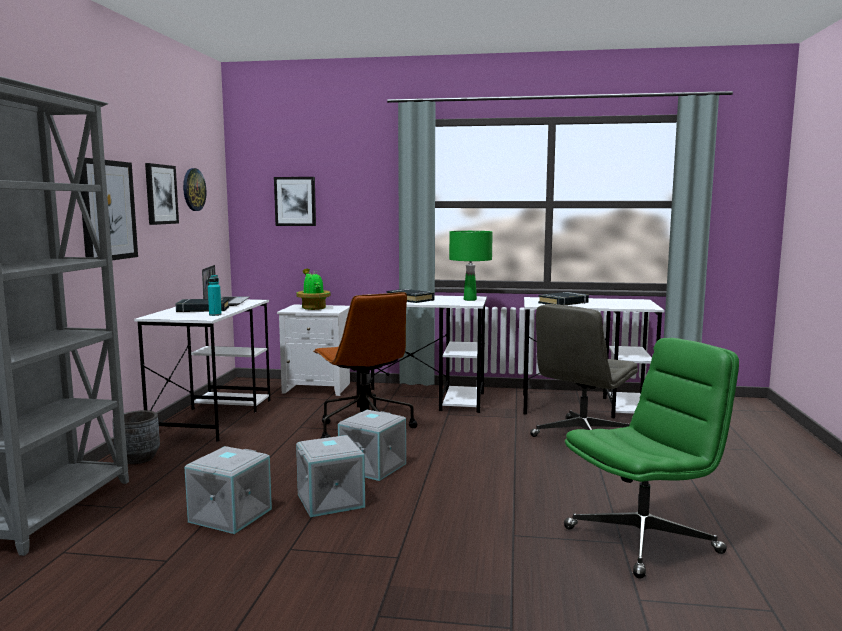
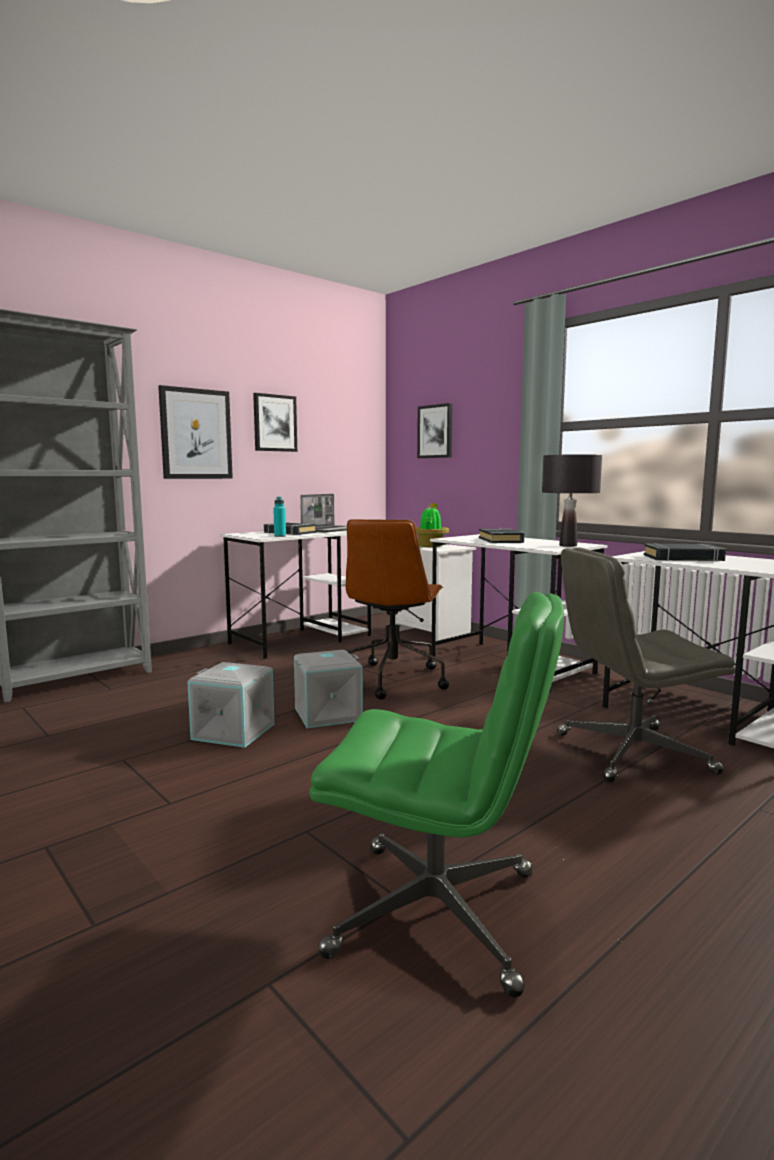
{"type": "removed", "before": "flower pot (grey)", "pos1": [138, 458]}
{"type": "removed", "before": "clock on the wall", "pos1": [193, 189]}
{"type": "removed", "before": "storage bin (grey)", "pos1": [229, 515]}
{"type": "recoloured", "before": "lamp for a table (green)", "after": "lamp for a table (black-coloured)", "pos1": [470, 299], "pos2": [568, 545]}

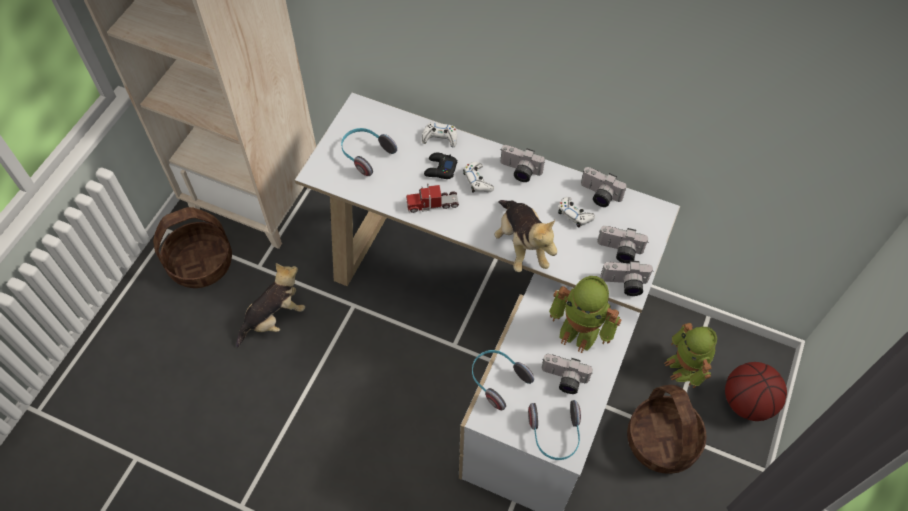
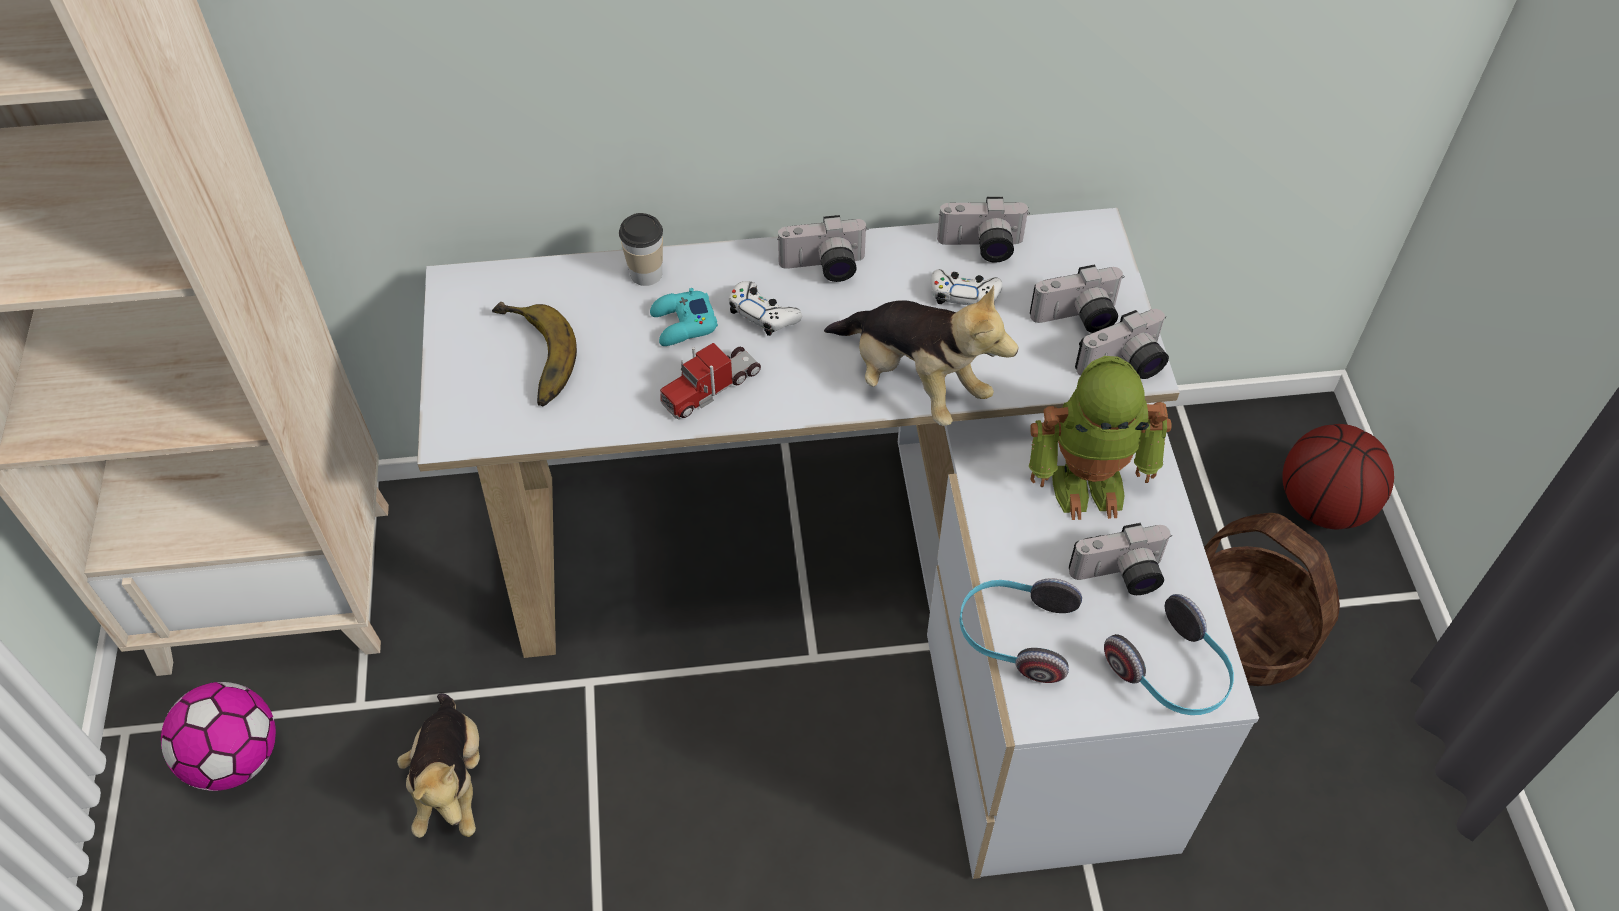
{"type": "replaced", "before": "basket", "after": "ball for football", "pos1": [200, 263], "pos2": [235, 758]}
{"type": "turned", "before": "soft toy", "pos1": [274, 318], "pos2": [451, 782], "turn": 150}
{"type": "replaced", "before": "pair of headphones", "after": "banana", "pos1": [366, 154], "pos2": [528, 359]}
{"type": "replaced", "before": "joypad (white)", "after": "drinking cup", "pos1": [440, 138], "pos2": [646, 273]}
{"type": "recoloured", "before": "joypad (black-coloured)", "after": "joypad (turquoise-coloured)", "pos1": [440, 169], "pos2": [683, 324]}
{"type": "removed", "before": "toy robot", "pos1": [686, 367]}

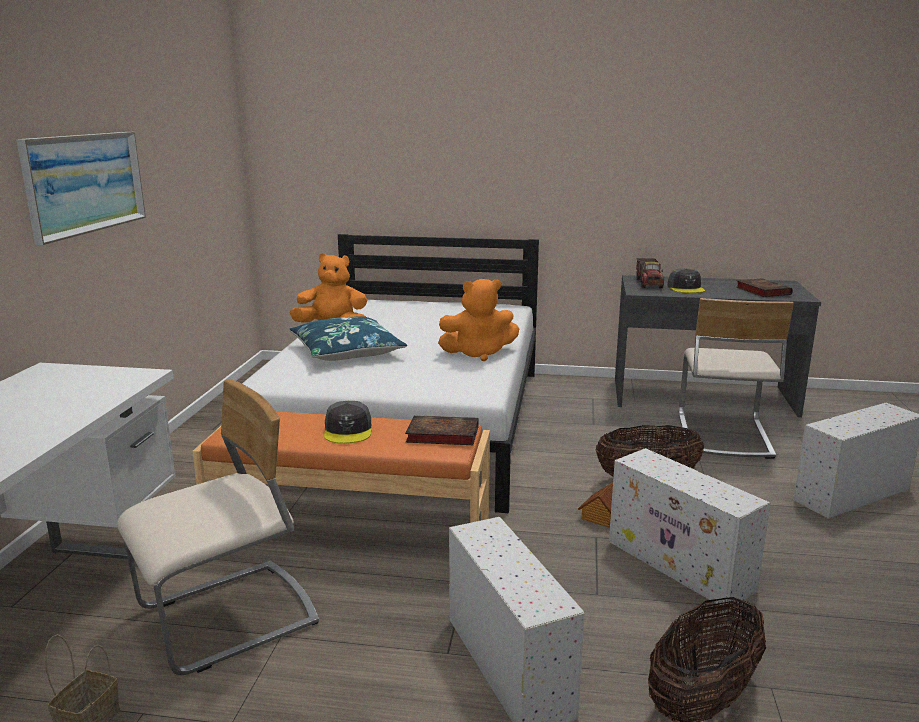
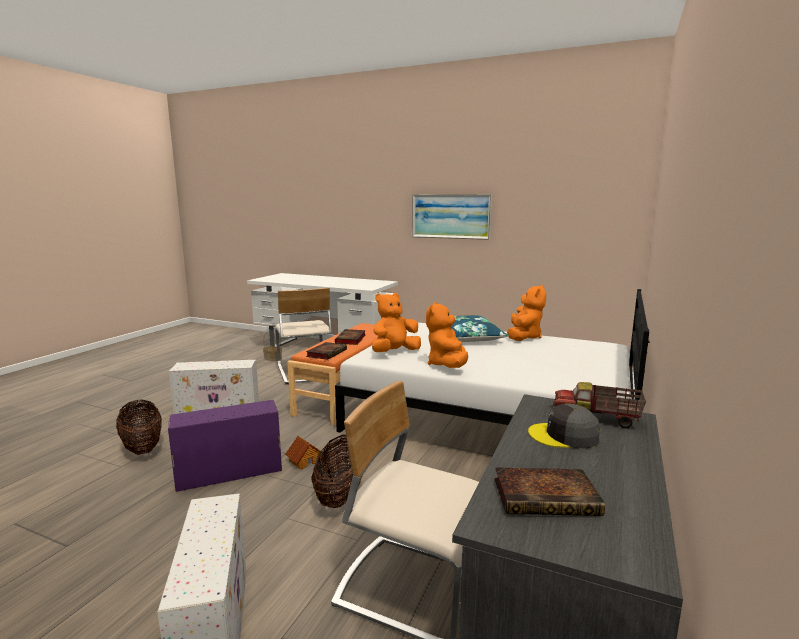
{"type": "replaced", "before": "baseball cap (grey)", "after": "bound book", "pos1": [348, 430], "pos2": [350, 339]}
{"type": "recoloured", "before": "storage bin (white)", "after": "storage bin (purplish)", "pos1": [681, 566], "pos2": [228, 473]}
{"type": "added", "after": "soft toy (orangey)", "pos2": [394, 352]}

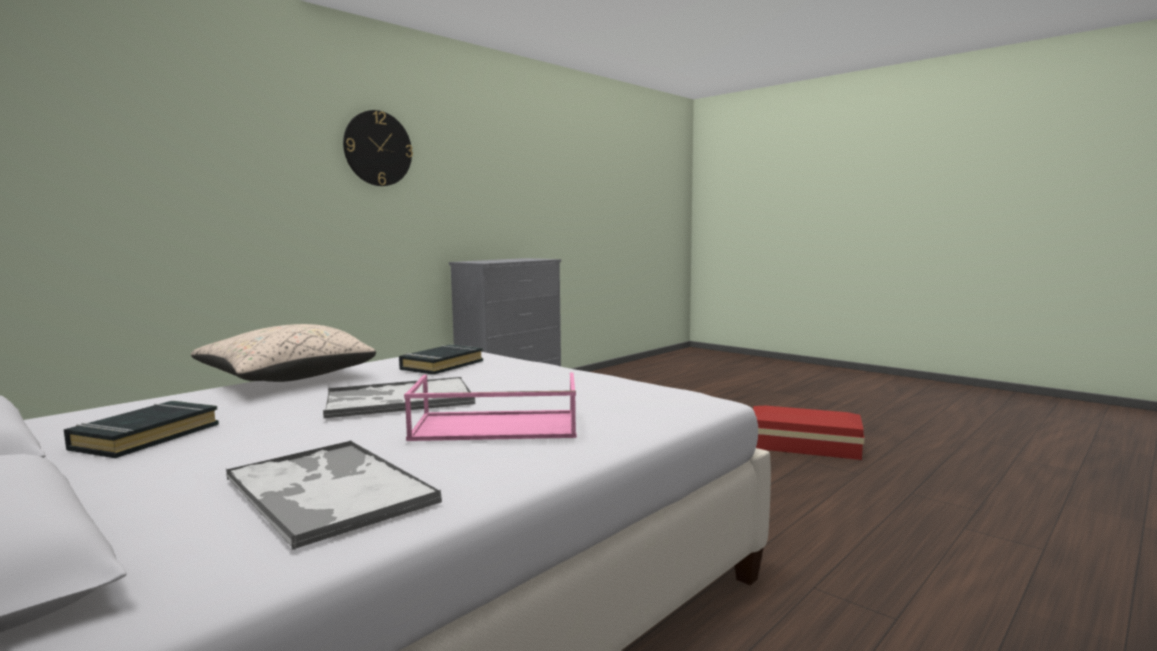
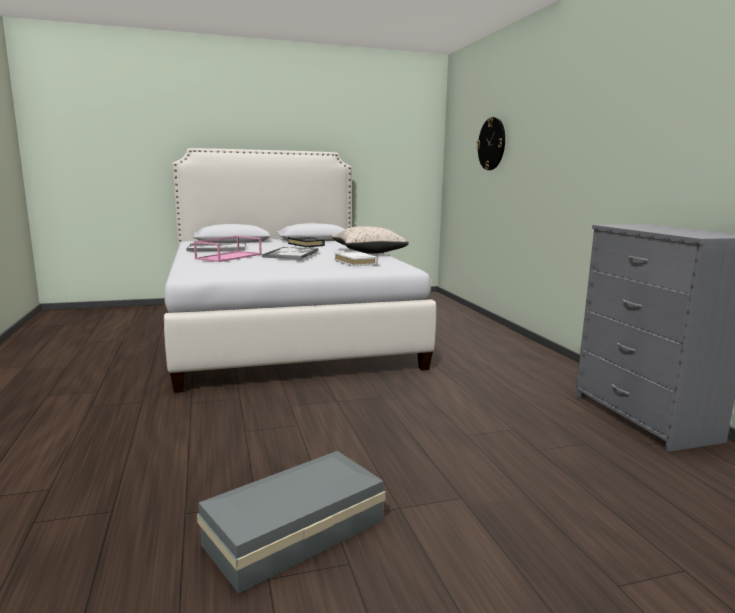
{"type": "moved", "before": "clock on the wall", "pos1": [378, 148], "pos2": [492, 144]}
{"type": "recoloured", "before": "bound book (black-coloured)", "after": "bound book (white)", "pos1": [441, 365], "pos2": [356, 262]}
{"type": "recoloured", "before": "storage bin (reddish)", "after": "storage bin (grey)", "pos1": [805, 446], "pos2": [291, 532]}

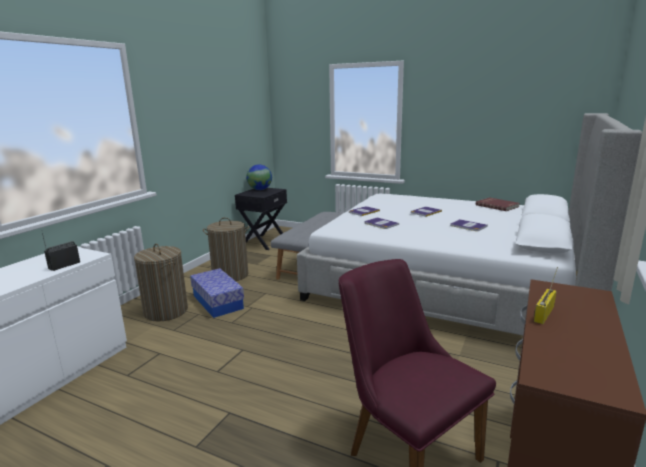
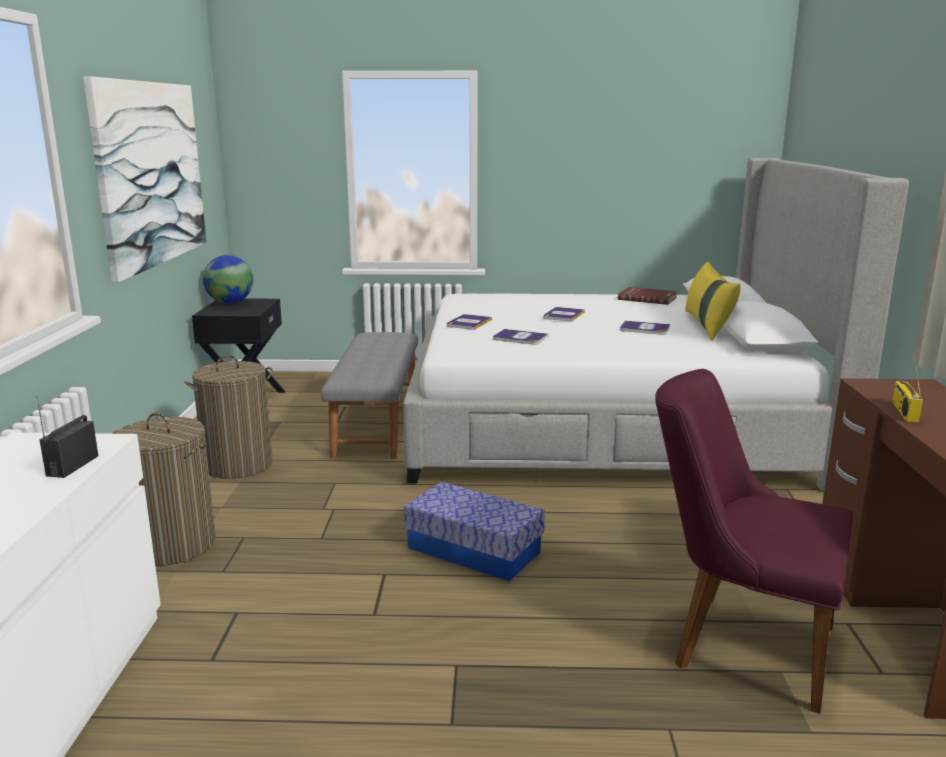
{"type": "moved", "before": "storage bin", "pos1": [218, 302], "pos2": [474, 550]}
{"type": "added", "after": "picture", "pos2": [151, 173]}
{"type": "added", "after": "throw pillow (yellowish)", "pos2": [707, 326]}

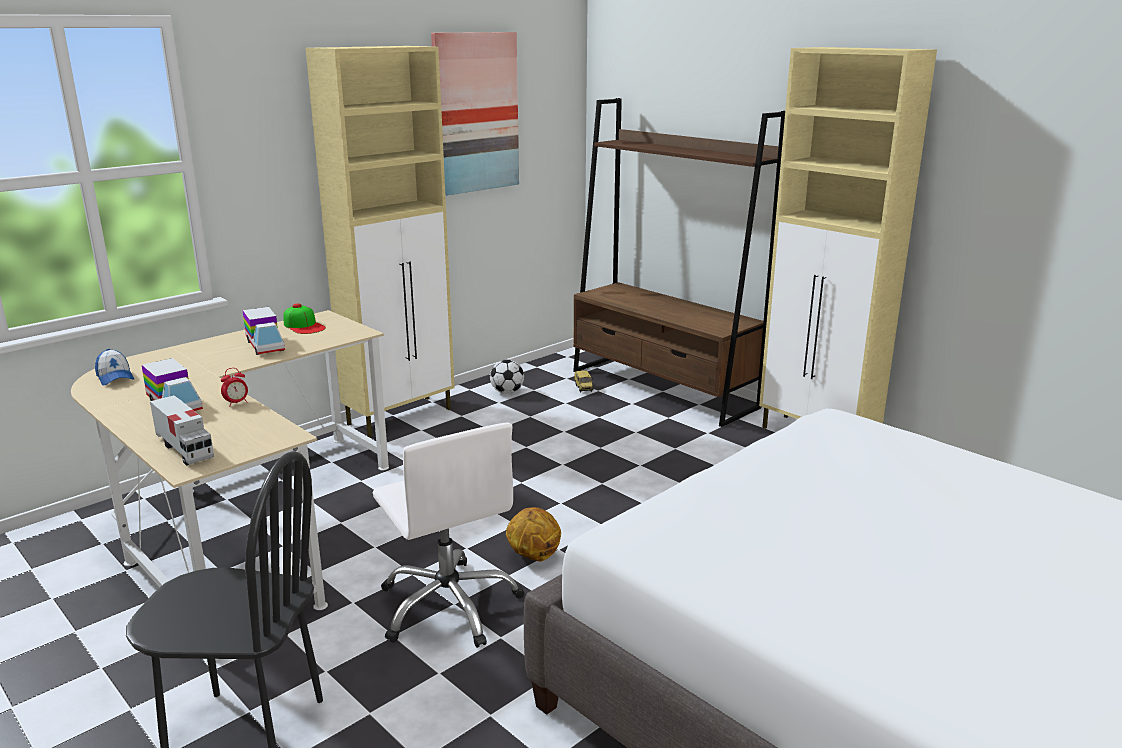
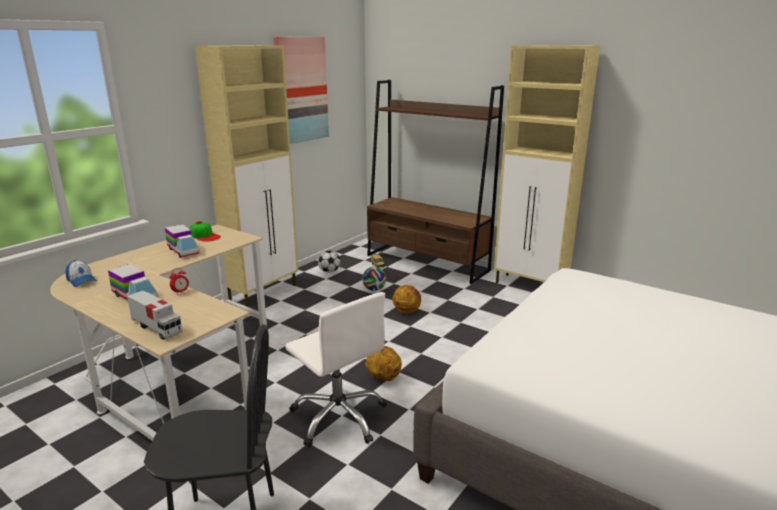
{"type": "added", "after": "ball for football", "pos2": [374, 289]}
{"type": "added", "after": "basketball", "pos2": [407, 311]}

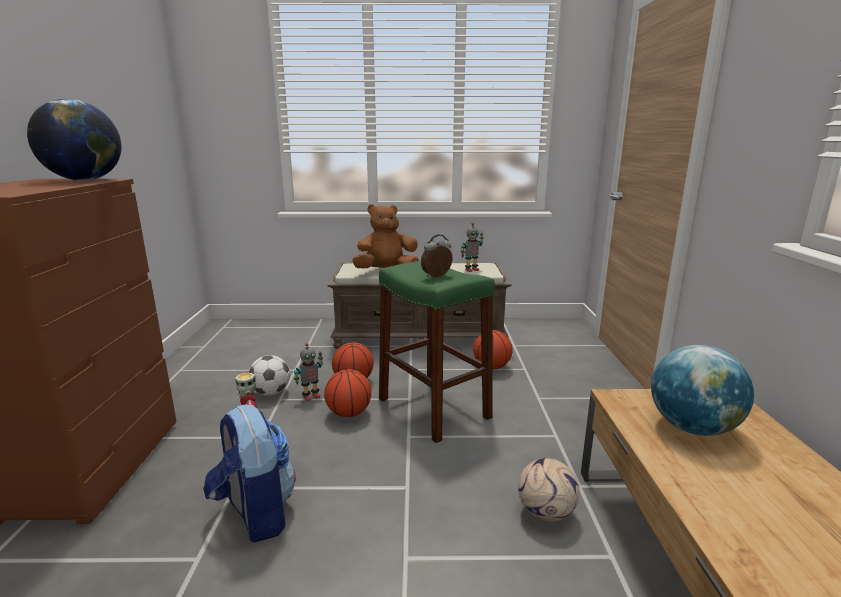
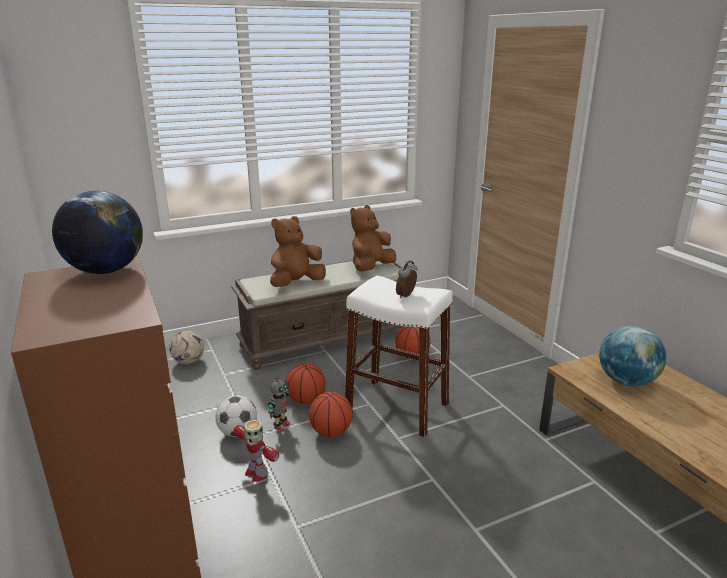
{"type": "removed", "before": "rucksack", "pos1": [255, 514]}
{"type": "recoloured", "before": "stool (green)", "after": "stool (white)", "pos1": [433, 408], "pos2": [397, 407]}
{"type": "replaced", "before": "toy robot", "after": "soft toy (brown)", "pos1": [471, 270], "pos2": [371, 268]}
{"type": "moved", "before": "ball for football", "pos1": [546, 512], "pos2": [189, 361]}

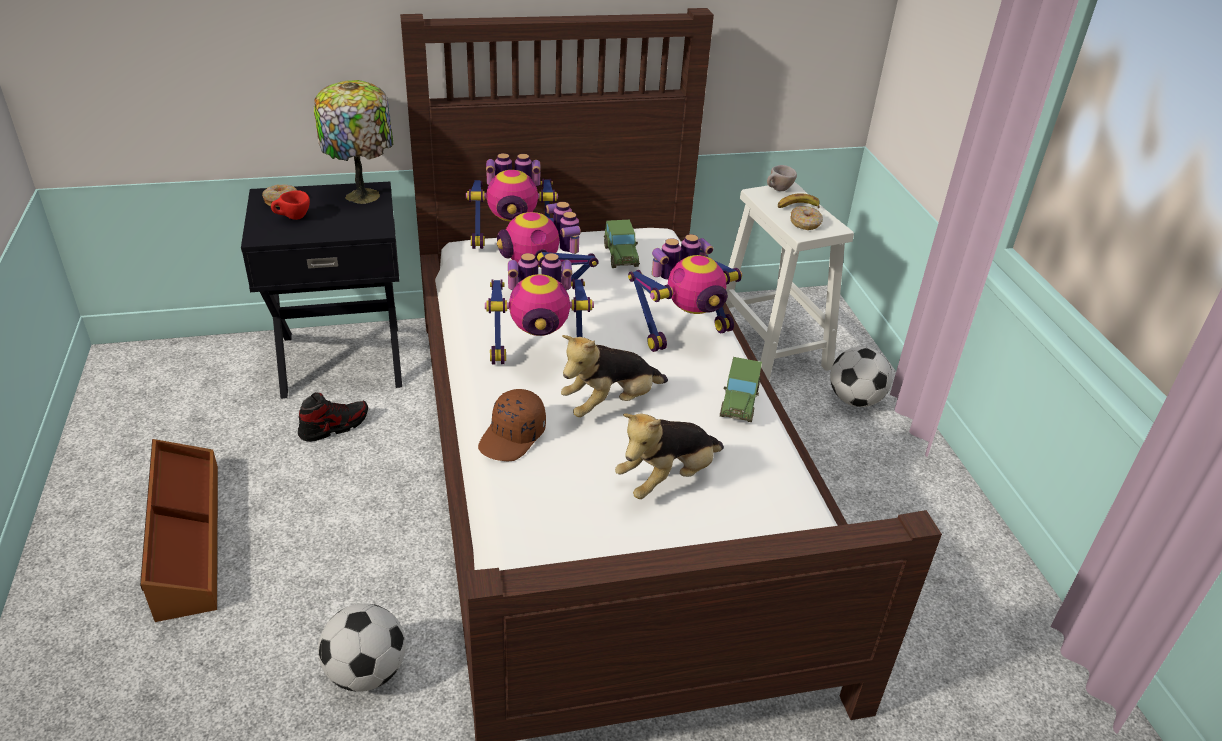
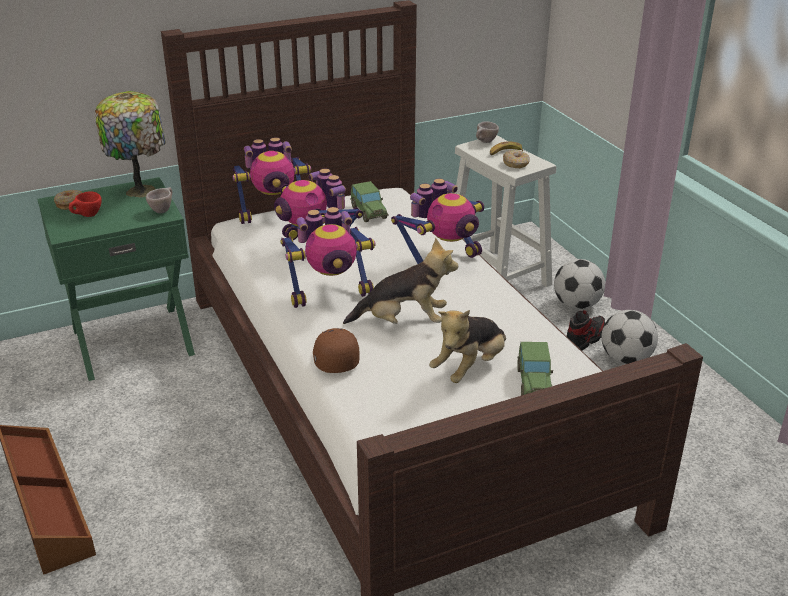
{"type": "recoloured", "before": "nightstand (black-coloured)", "after": "nightstand (green)", "pos1": [342, 358], "pos2": [132, 340]}
{"type": "moved", "before": "item of footwear", "pos1": [334, 426], "pos2": [584, 339]}
{"type": "moved", "before": "ball for football", "pos1": [366, 672], "pos2": [625, 359]}
{"type": "turned", "before": "baseball cap (brown)", "pos1": [513, 437], "pos2": [334, 358], "turn": 150}
{"type": "turned", "before": "soft toy", "pos1": [610, 404], "pos2": [403, 322], "turn": -135}
{"type": "moved", "before": "model car", "pos1": [739, 403], "pos2": [533, 383]}
{"type": "added", "after": "drinking cup (beige)", "pos2": [163, 210]}

